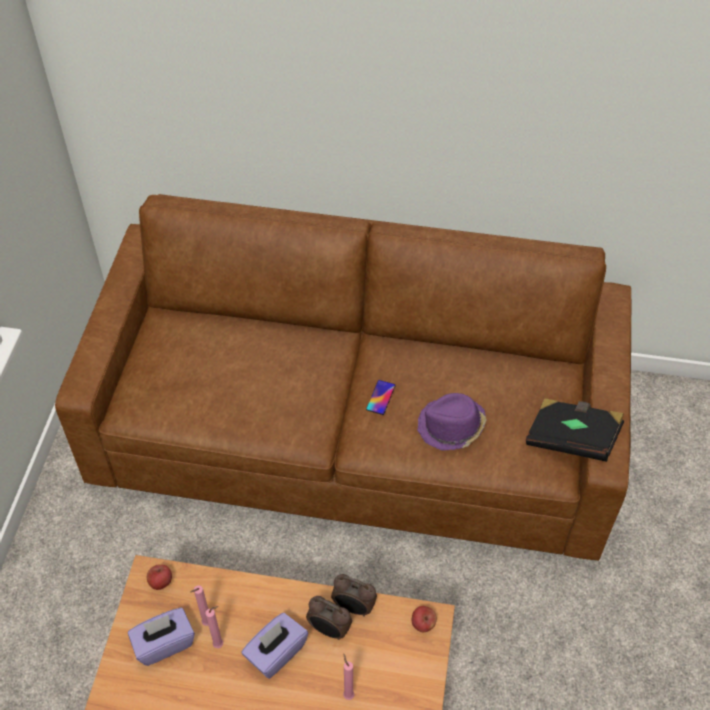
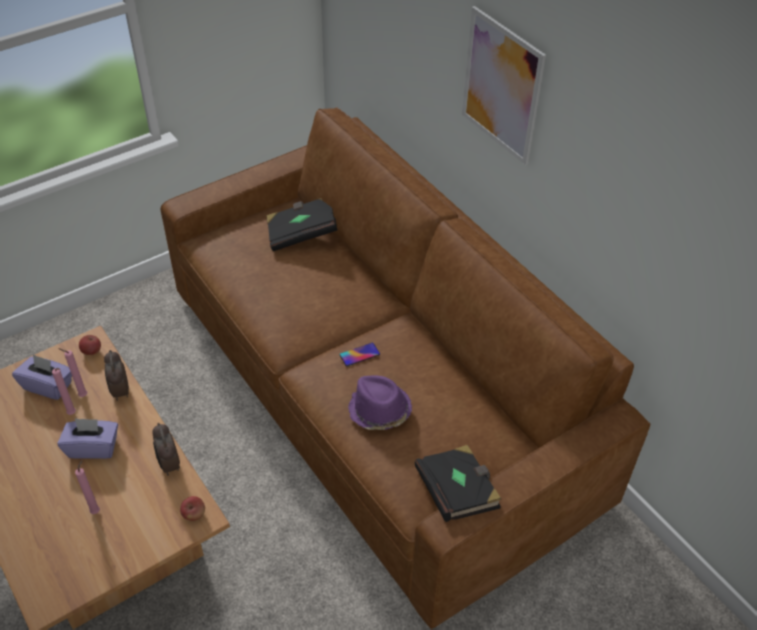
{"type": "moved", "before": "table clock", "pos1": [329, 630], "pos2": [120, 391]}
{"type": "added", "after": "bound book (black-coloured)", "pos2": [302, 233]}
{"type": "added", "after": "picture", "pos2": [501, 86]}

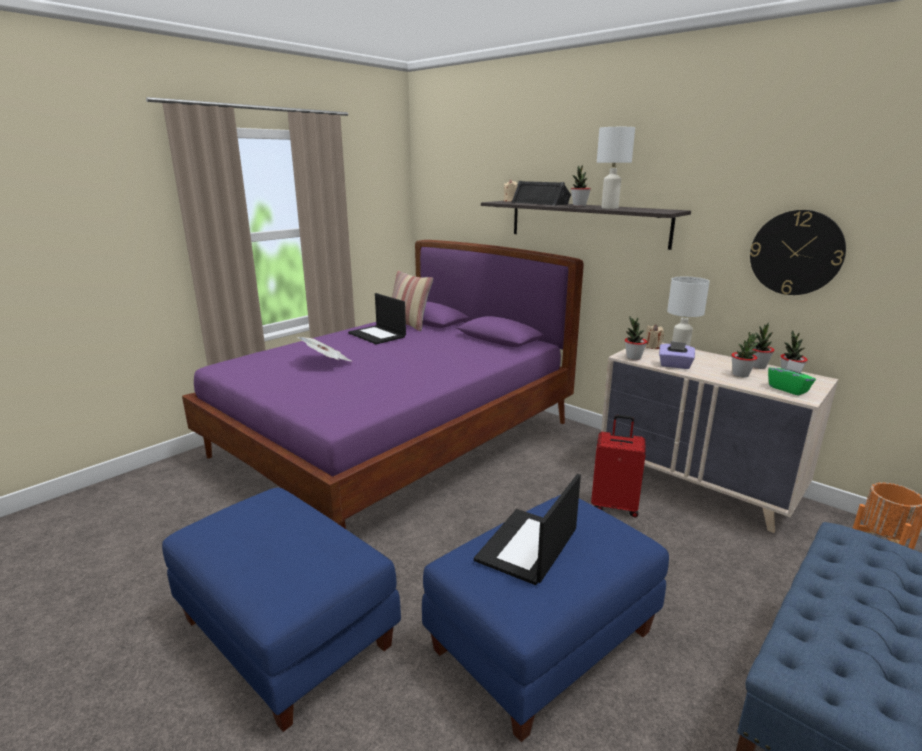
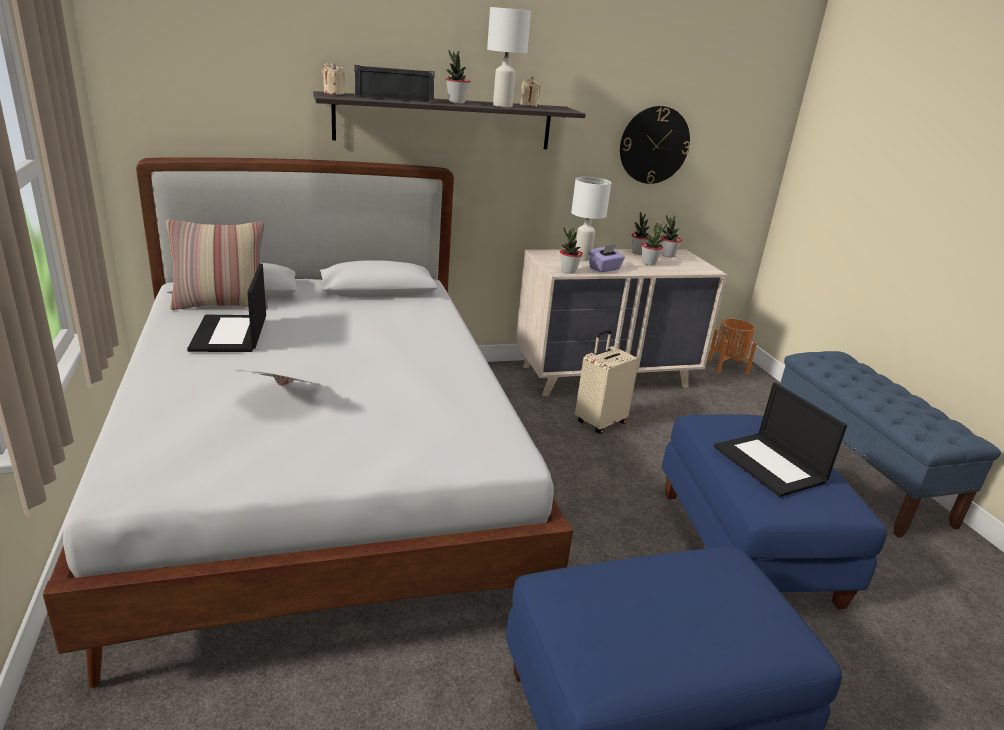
{"type": "recoloured", "before": "sleeping bed (purplish)", "after": "sleeping bed (white)", "pos1": [396, 441], "pos2": [322, 479]}
{"type": "turned", "before": "laptop", "pos1": [378, 335], "pos2": [230, 334], "turn": 90}
{"type": "recoloured", "before": "travel case (reddish)", "after": "travel case (beige)", "pos1": [614, 505], "pos2": [599, 422]}
{"type": "moved", "before": "candle (beige)", "pos1": [652, 346], "pos2": [529, 105]}
{"type": "removed", "before": "tissue box (green)", "pos1": [788, 389]}

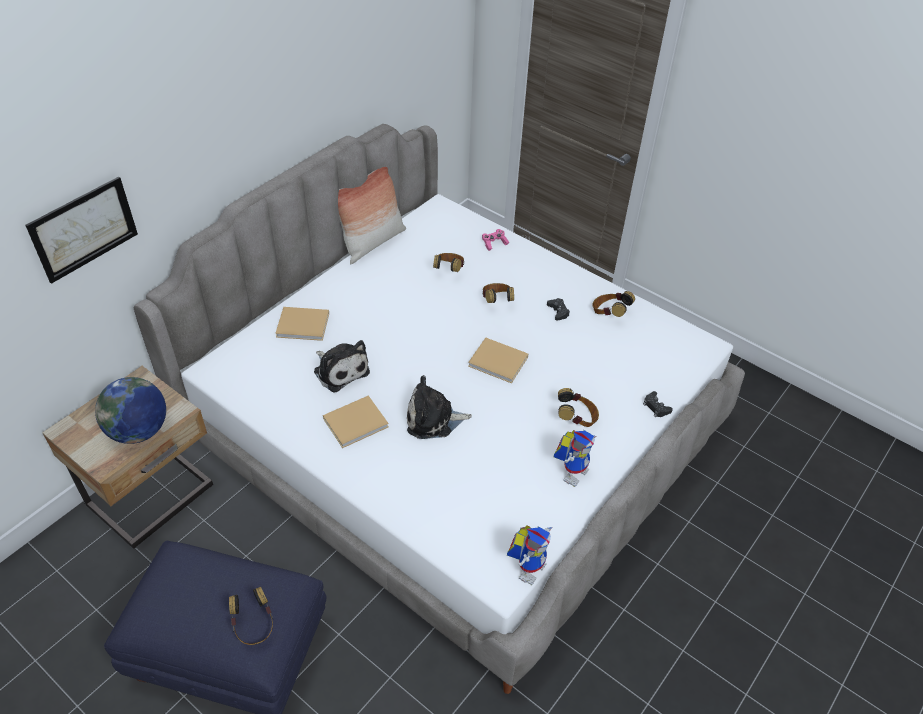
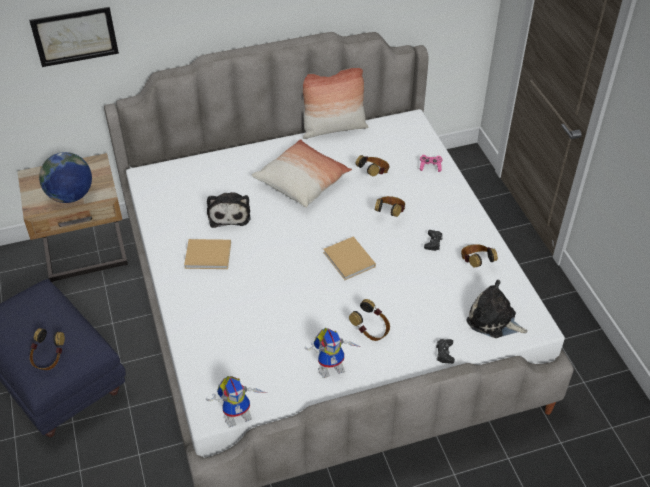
{"type": "removed", "before": "bound book (beige)", "pos1": [304, 325]}
{"type": "moved", "before": "soft toy", "pos1": [433, 419], "pos2": [493, 320]}
{"type": "added", "after": "throw pillow", "pos2": [302, 182]}

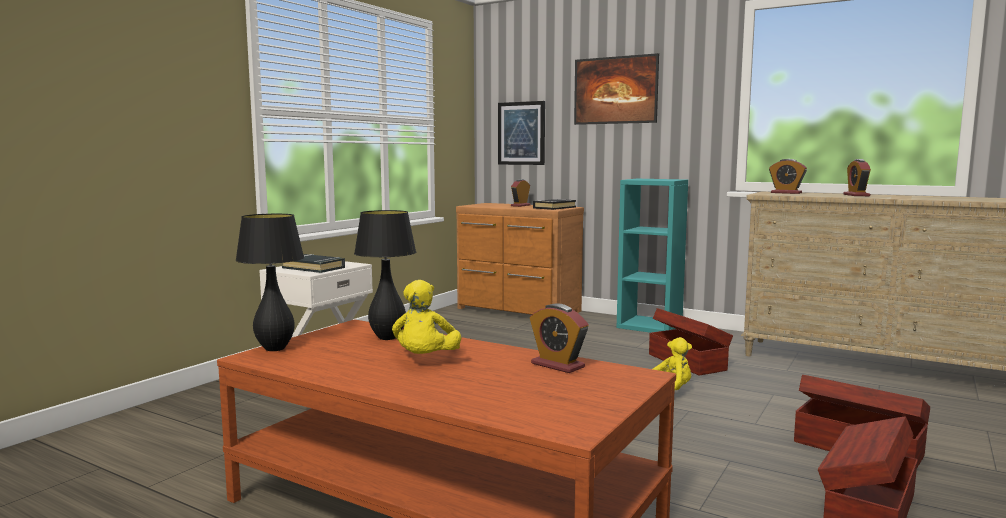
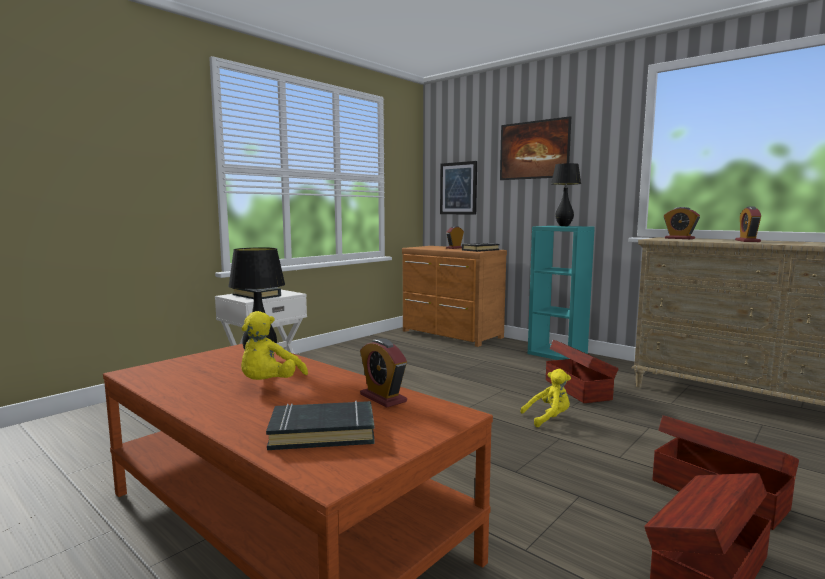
{"type": "moved", "before": "lamp for a table (black-coloured)", "pos1": [275, 349], "pos2": [564, 226]}
{"type": "added", "after": "bound book (black-coloured)", "pos2": [322, 432]}

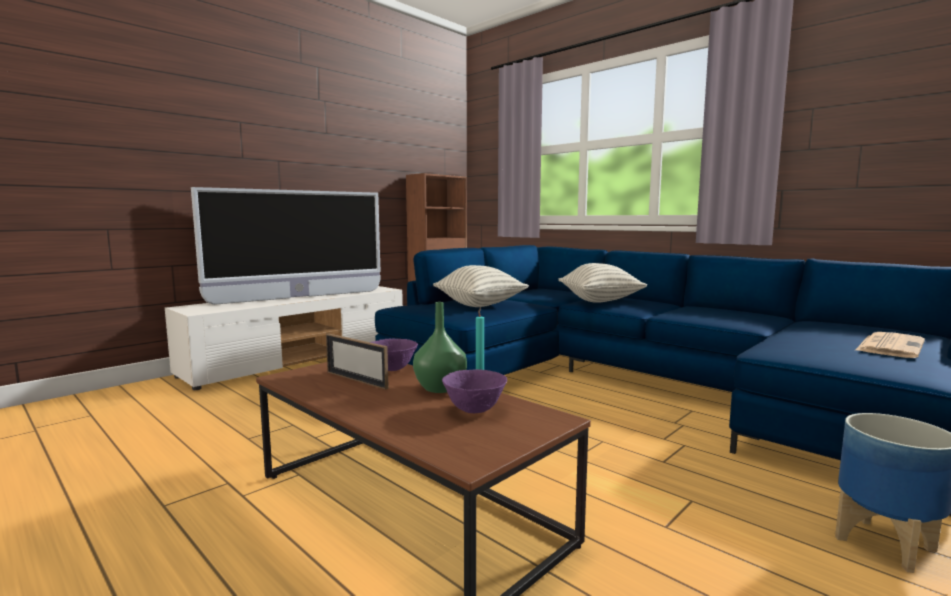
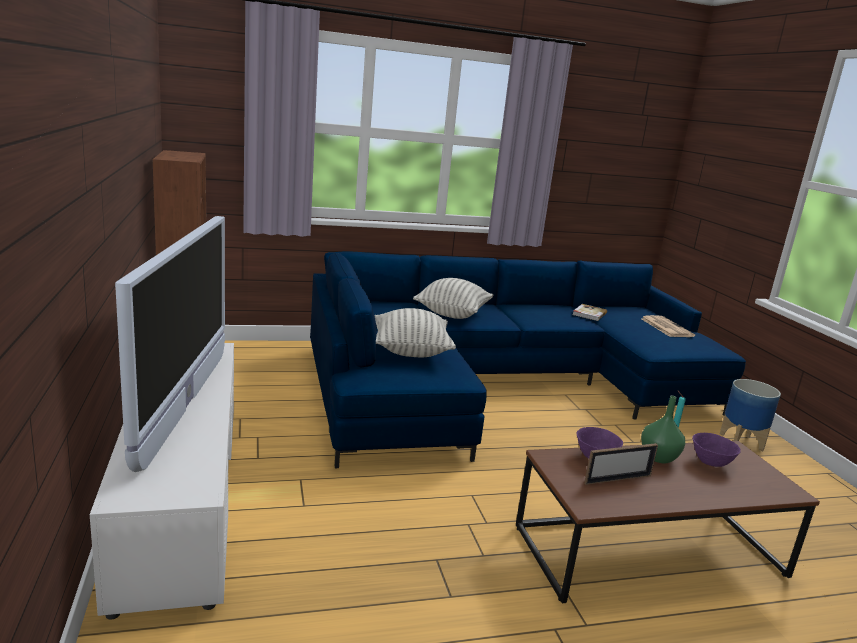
{"type": "added", "after": "bound book", "pos2": [589, 314]}

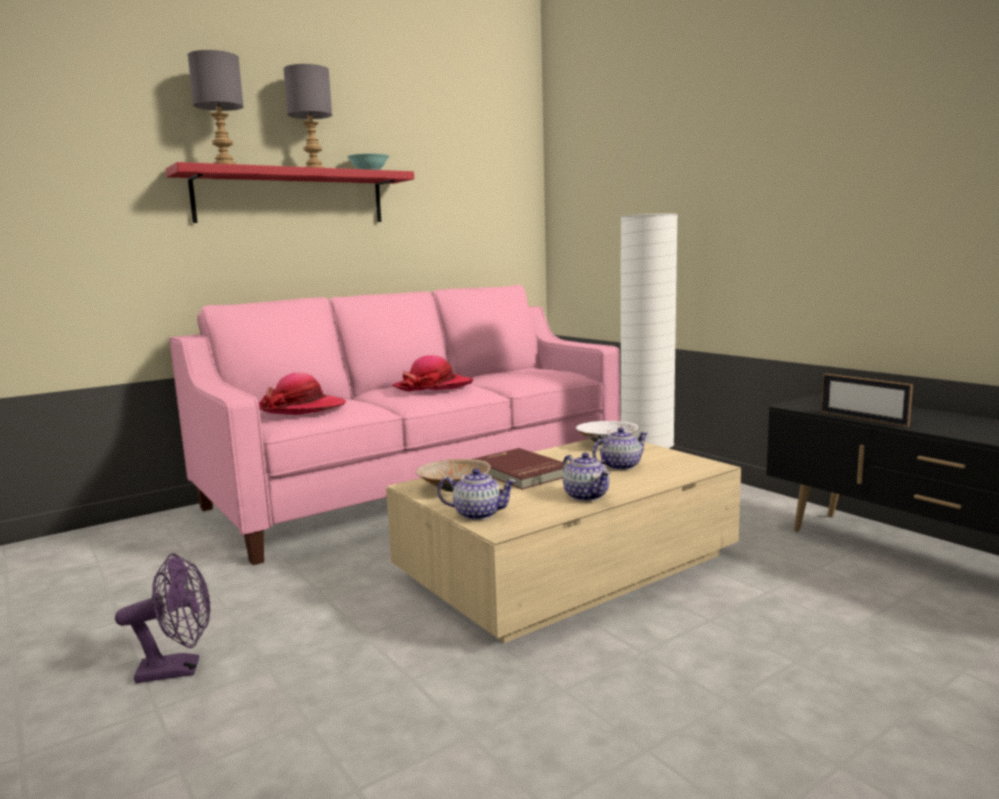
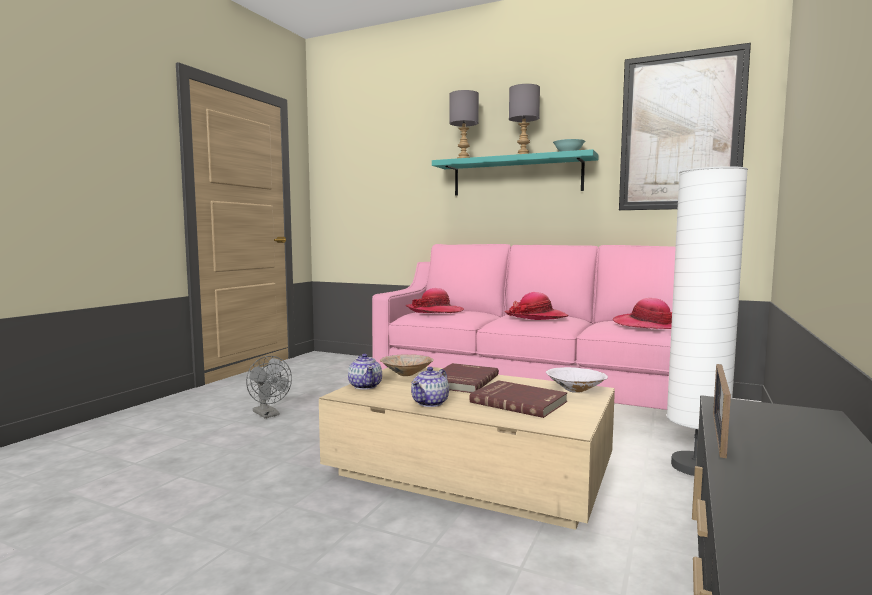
{"type": "recoloured", "before": "cooling fan (purplish)", "after": "cooling fan (grey)", "pos1": [179, 669], "pos2": [268, 414]}
{"type": "recoloured", "before": "wall shelf (reddish)", "after": "wall shelf (turquoise-coloured)", "pos1": [291, 197], "pos2": [516, 176]}
{"type": "replaced", "before": "tea pot", "after": "bound book (reddish)", "pos1": [620, 466], "pos2": [519, 401]}
{"type": "added", "after": "hat", "pos2": [649, 325]}
{"type": "added", "after": "picture", "pos2": [680, 131]}

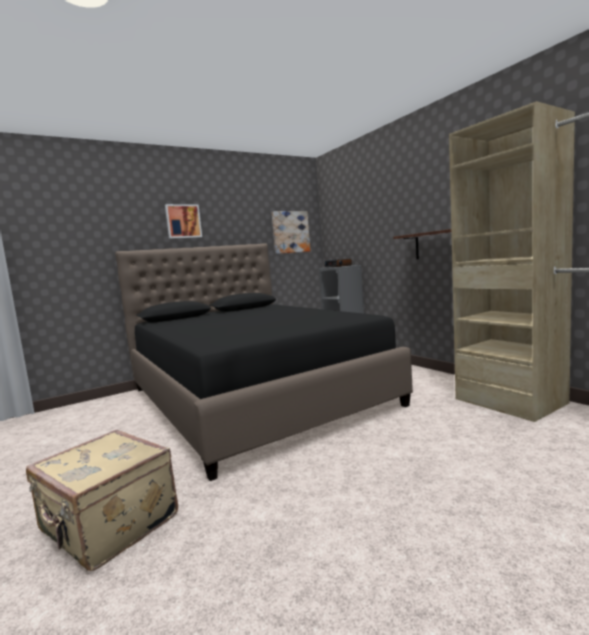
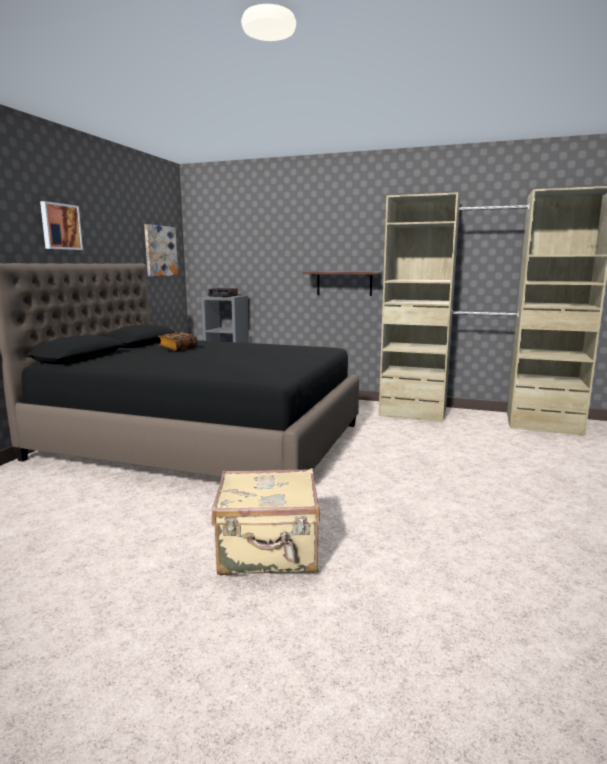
{"type": "added", "after": "bound book", "pos2": [178, 349]}

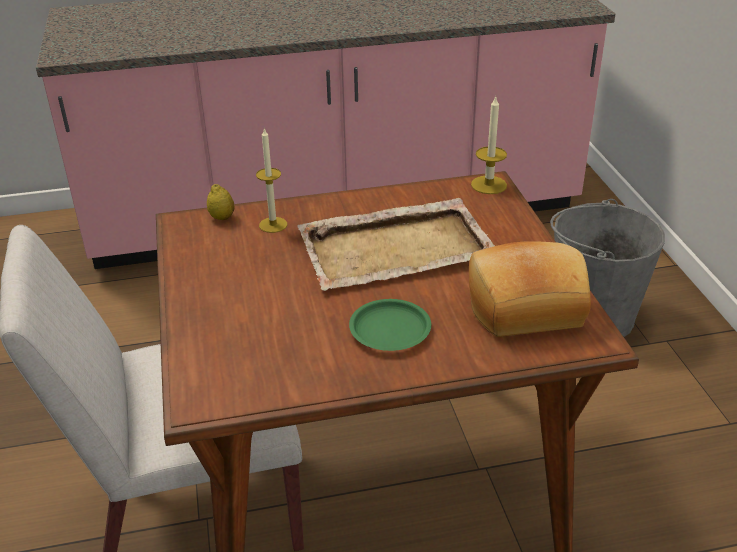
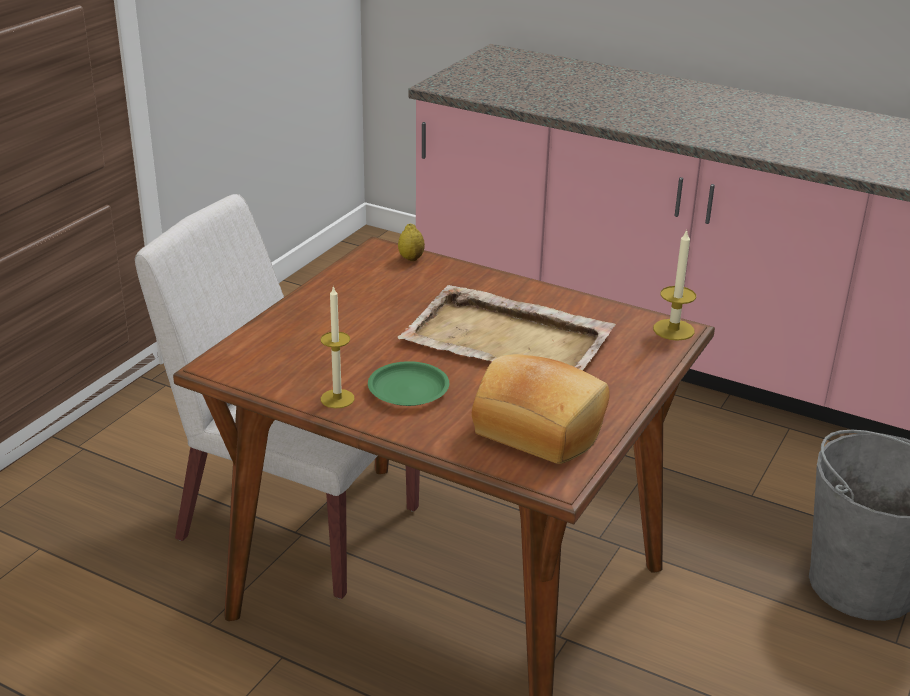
{"type": "moved", "before": "candle", "pos1": [273, 225], "pos2": [337, 399]}

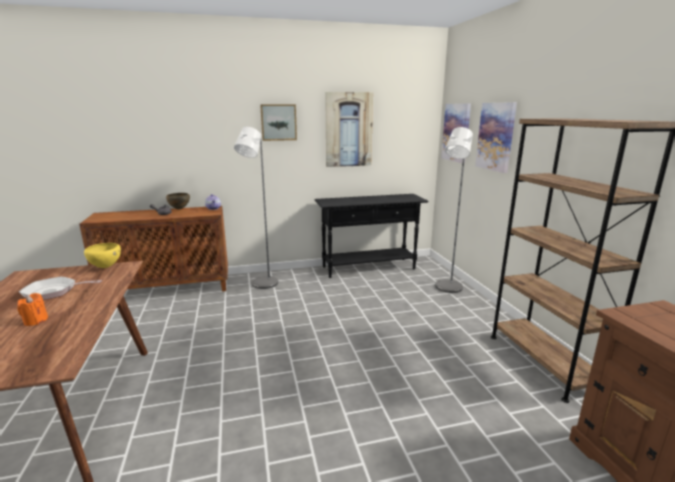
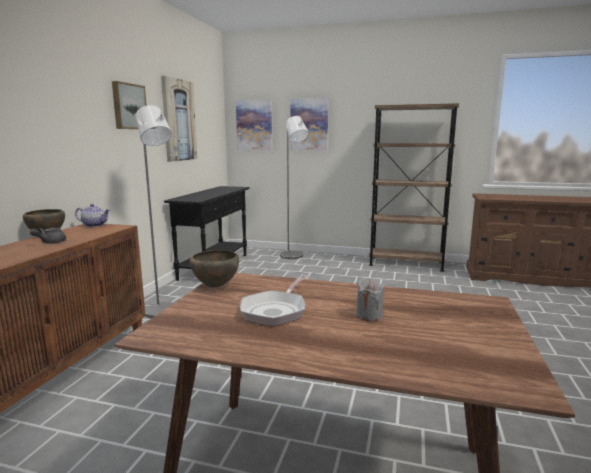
{"type": "recoloured", "before": "candle (orangey)", "after": "candle (grey)", "pos1": [35, 321], "pos2": [369, 316]}
{"type": "recoloured", "before": "serving bowl (yellowish)", "after": "serving bowl (brown)", "pos1": [105, 267], "pos2": [215, 286]}

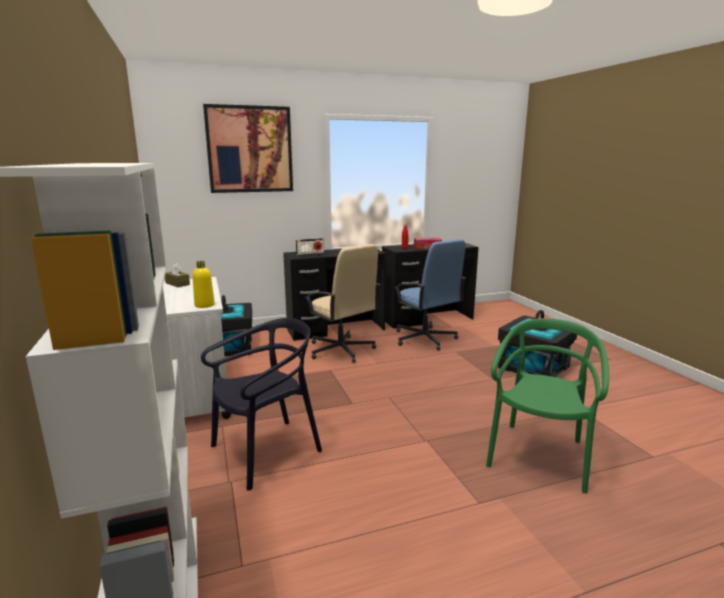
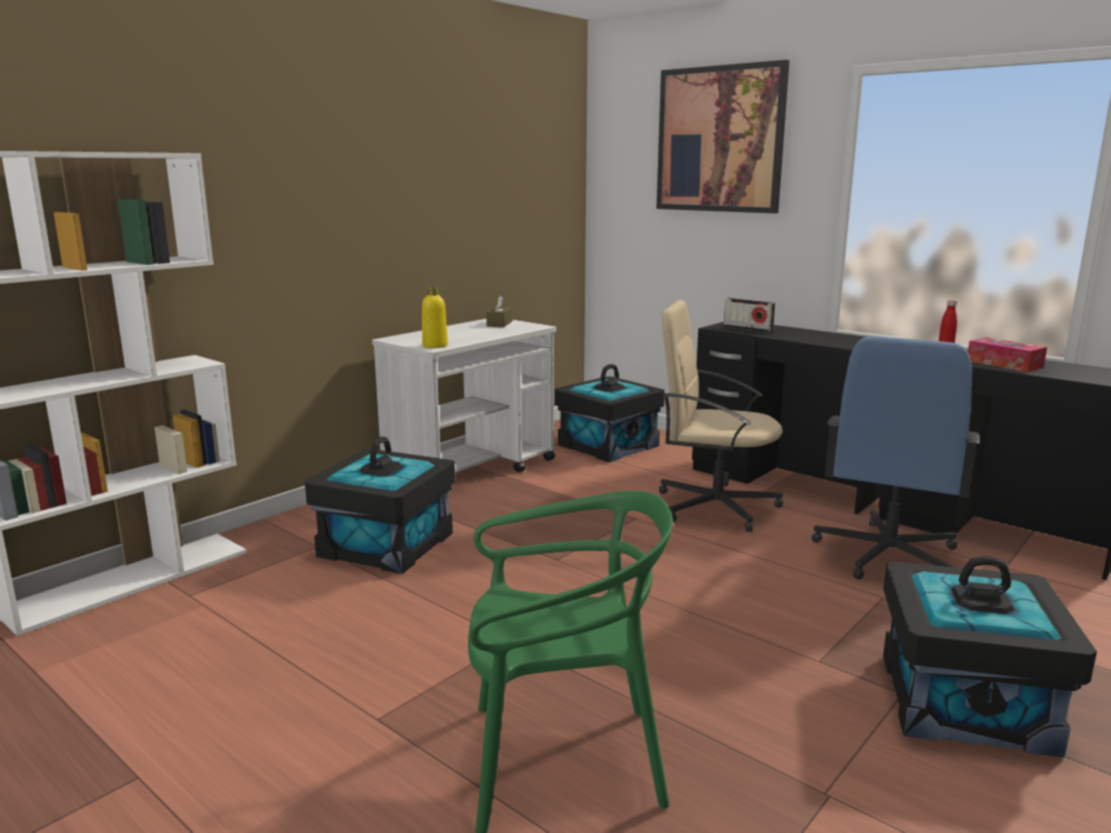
{"type": "replaced", "before": "chair (black-coloured)", "after": "storage bin (black-coloured)", "pos1": [266, 451], "pos2": [387, 545]}
{"type": "turned", "before": "computer chair (beige)", "pos1": [341, 350], "pos2": [714, 506], "turn": 90}

